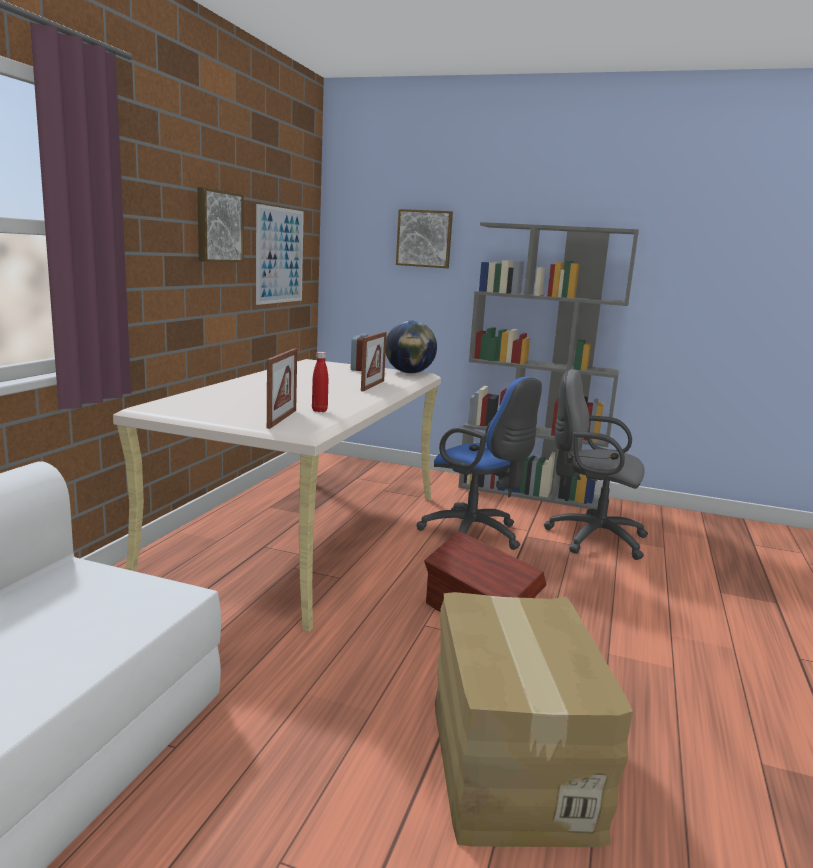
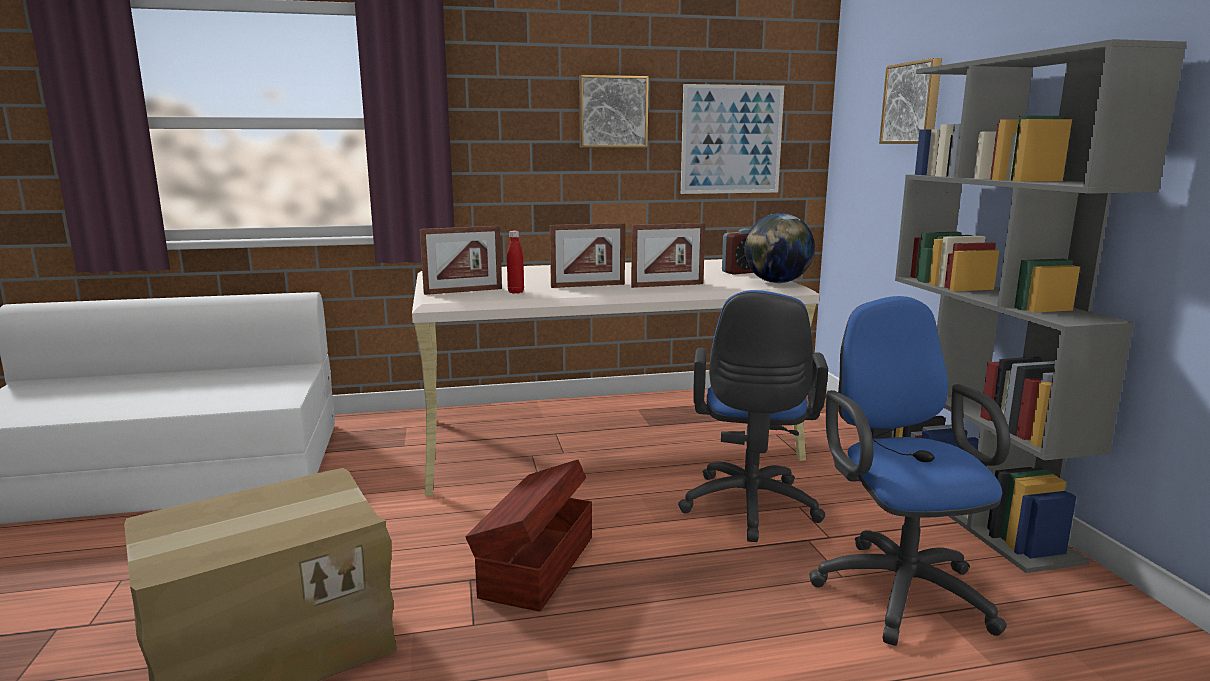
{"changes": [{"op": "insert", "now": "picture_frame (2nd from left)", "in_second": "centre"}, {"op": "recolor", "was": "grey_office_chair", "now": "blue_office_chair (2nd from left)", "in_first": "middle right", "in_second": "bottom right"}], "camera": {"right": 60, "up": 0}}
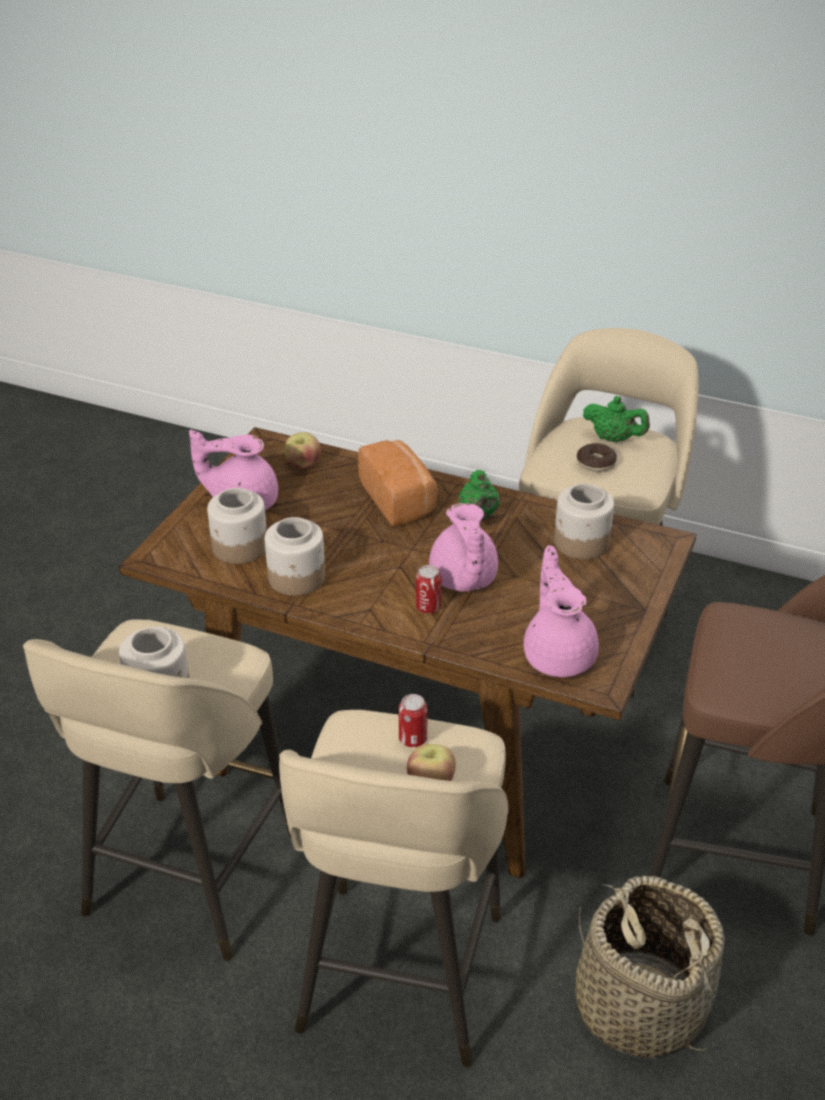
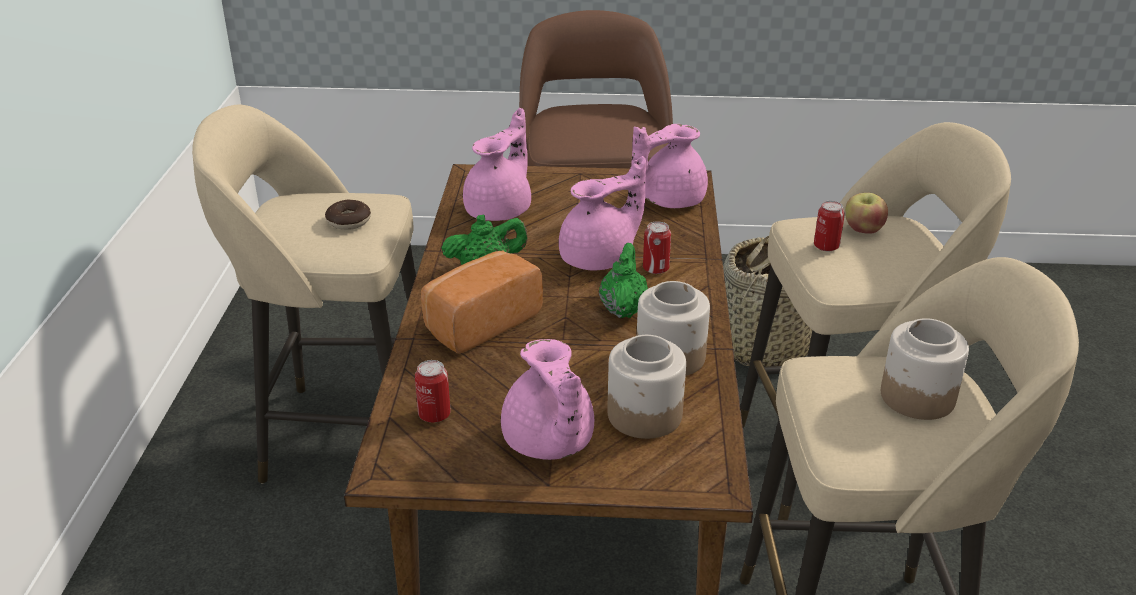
{"changes": [{"op": "move", "was": "green_teapot (2nd from left)", "in_first": "middle right", "in_second": "centre"}, {"op": "replace", "was": "apple (1st from left)", "now": "can (1st from left)", "in_first": "centre", "in_second": "centre"}, {"op": "replace", "was": "jar (4th from left)", "now": "pink_teapot (1st from left)", "in_first": "middle right", "in_second": "top centre"}], "camera": {"right": -110, "up": -5}}
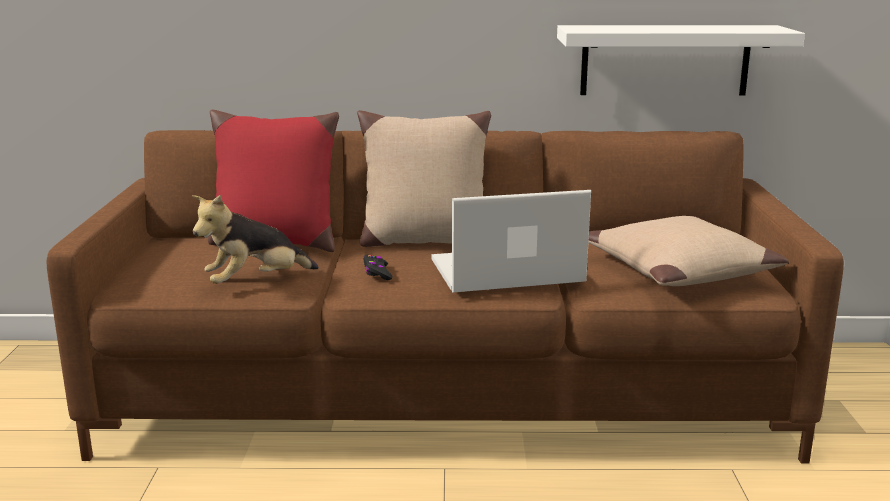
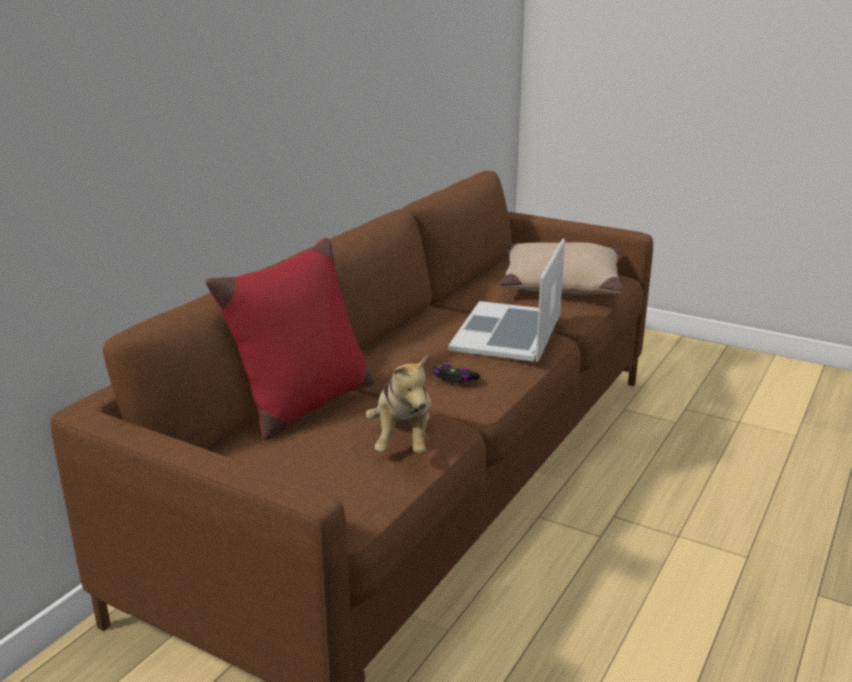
{"changes": [{"op": "delete", "was": "beige_pillow (1st from left)", "in_first": "centre"}, {"op": "delete", "was": "white_shelf", "in_first": "top right"}], "camera": {"right": -60, "up": 5}}
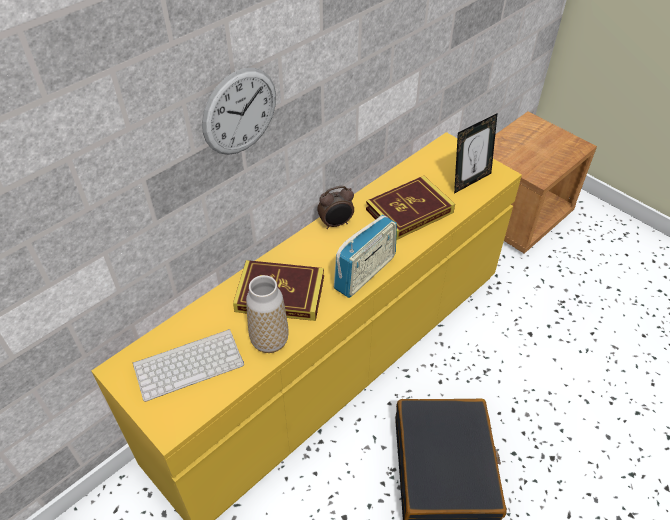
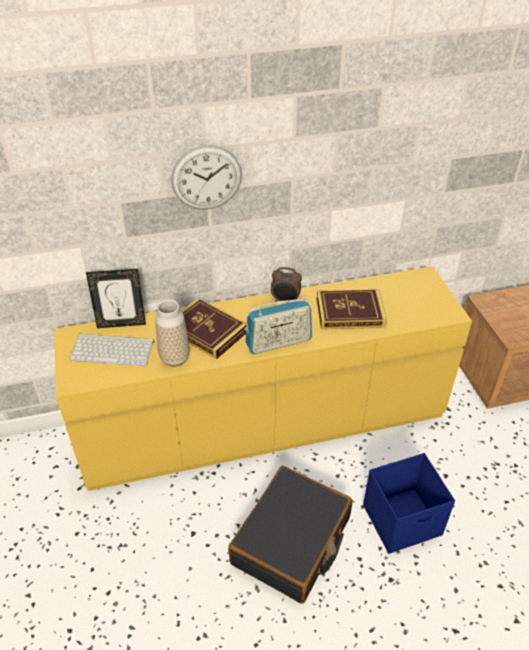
{"changes": [{"op": "insert", "now": "blue_storage_box", "in_second": "bottom right"}, {"op": "move", "was": "picture_frame", "in_first": "top right", "in_second": "middle left"}], "camera": {"right": 30, "up": -5}}
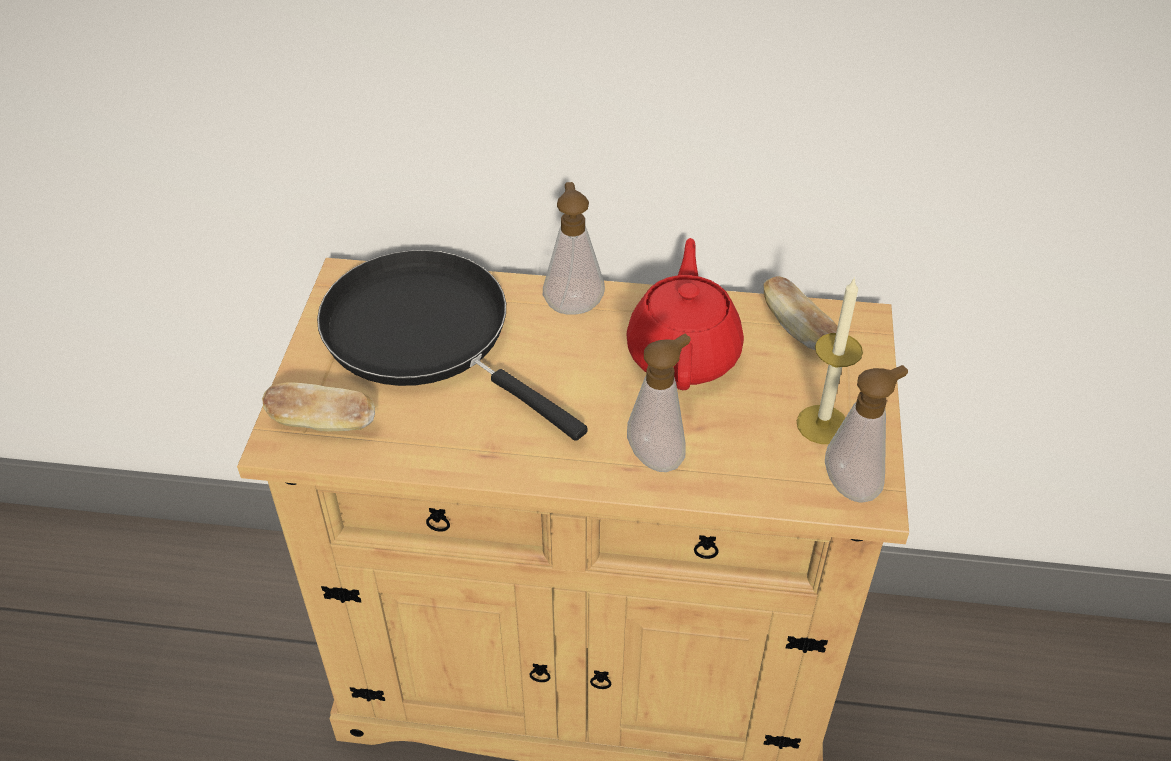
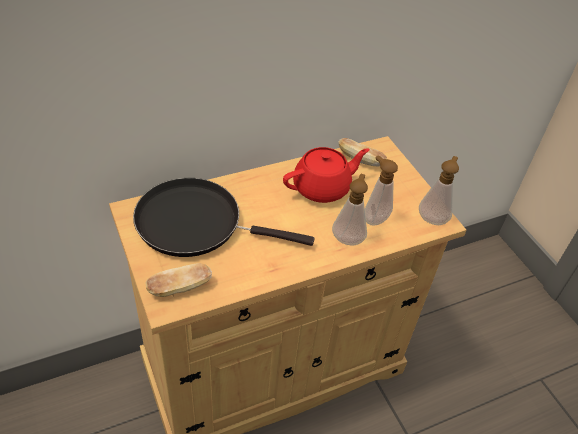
{"changes": [{"op": "delete", "was": "candle", "in_first": "middle right"}, {"op": "move", "was": "soap_dispenser (1st from left in the first image)", "now": "soap_dispenser (2nd from left)", "in_first": "top centre", "in_second": "centre"}, {"op": "rotate", "was": "red_teapot", "in_first": "centre", "in_second": "centre", "clockwise": 90}], "camera": {"right": -35, "up": 0}}
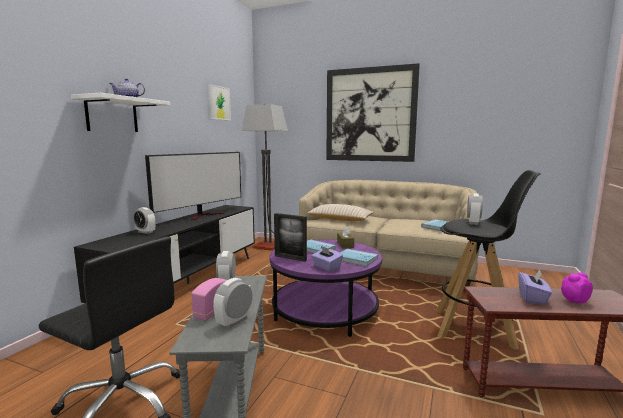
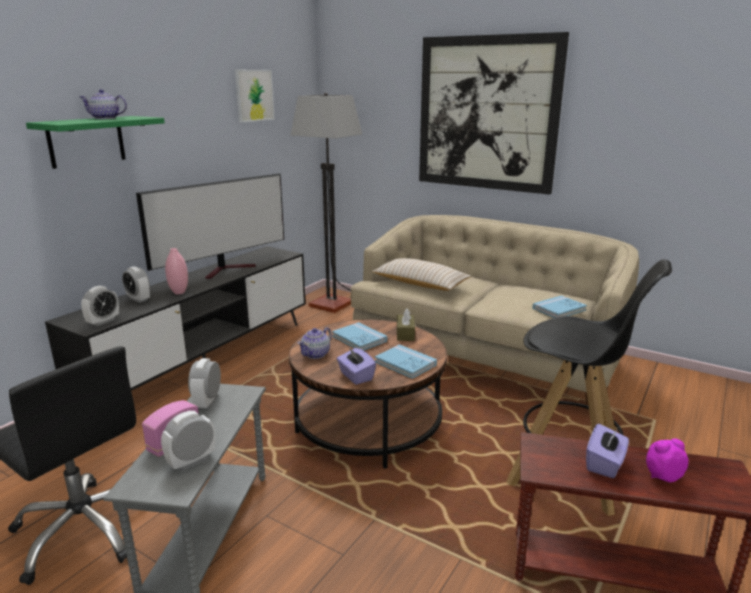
{"changes": [{"op": "insert", "now": "pink_vase", "in_second": "middle left"}, {"op": "move", "was": "alarm_clock (4th from left in the first image)", "now": "alarm_clock (1st from left)", "in_first": "middle right", "in_second": "middle left"}, {"op": "replace", "was": "picture_frame", "now": "teapot (2nd from left)", "in_first": "centre", "in_second": "centre"}, {"op": "recolor", "was": "white_shelf", "now": "green_shelf", "in_first": "top left", "in_second": "top left"}, {"op": "recolor", "was": "purple_coffee_table", "now": "brown_coffee_table", "in_first": "bottom centre", "in_second": "centre"}], "camera": {"right": 10, "up": 10}}
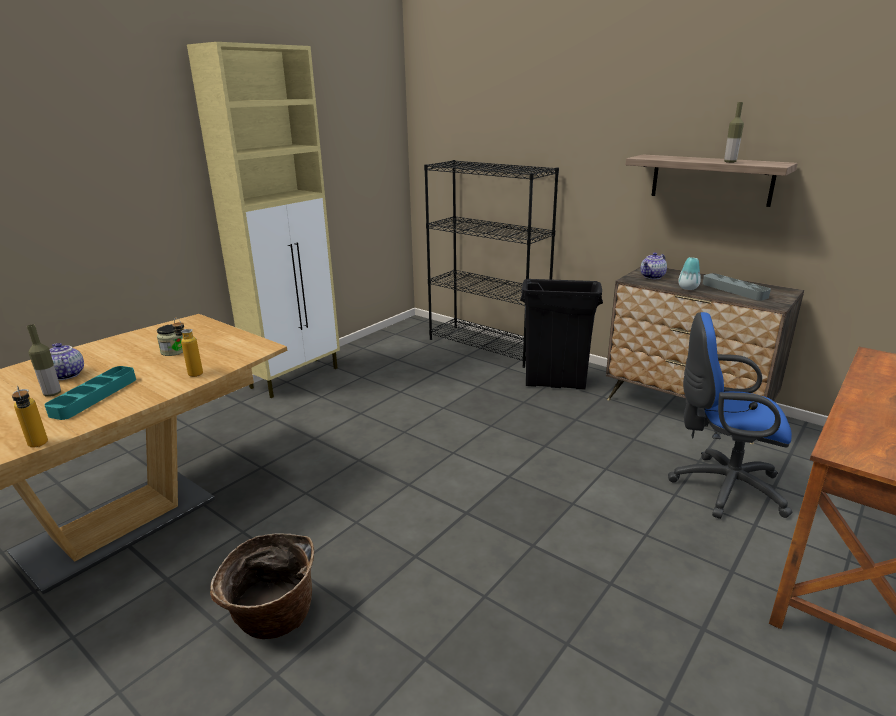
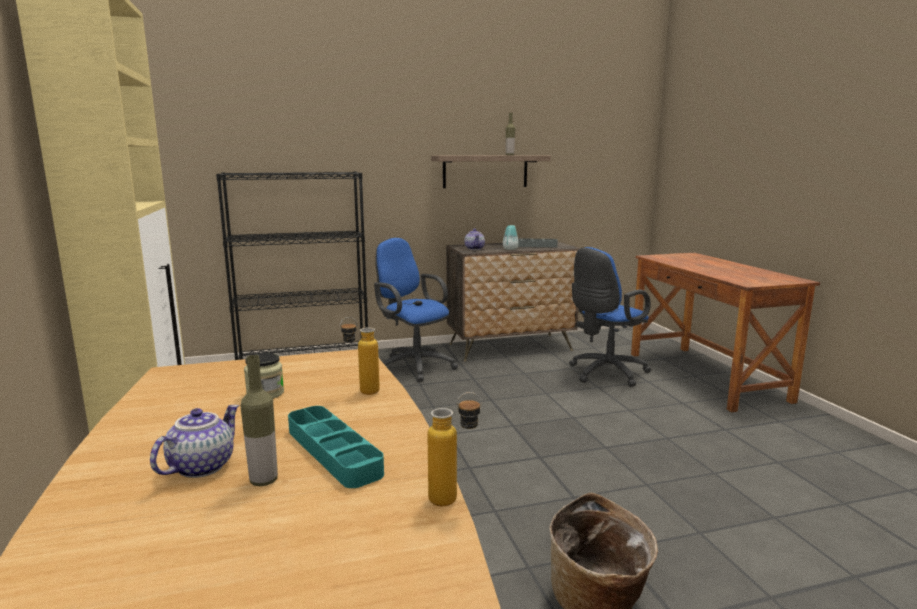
{"changes": [{"op": "replace", "was": "black_trash_can", "now": "blue_office_chair (1st from left)", "in_first": "centre", "in_second": "centre"}, {"op": "rotate", "was": "teapot (1st from left)", "in_first": "middle left", "in_second": "bottom left", "clockwise": 120}], "camera": {"right": -55, "up": -10}}
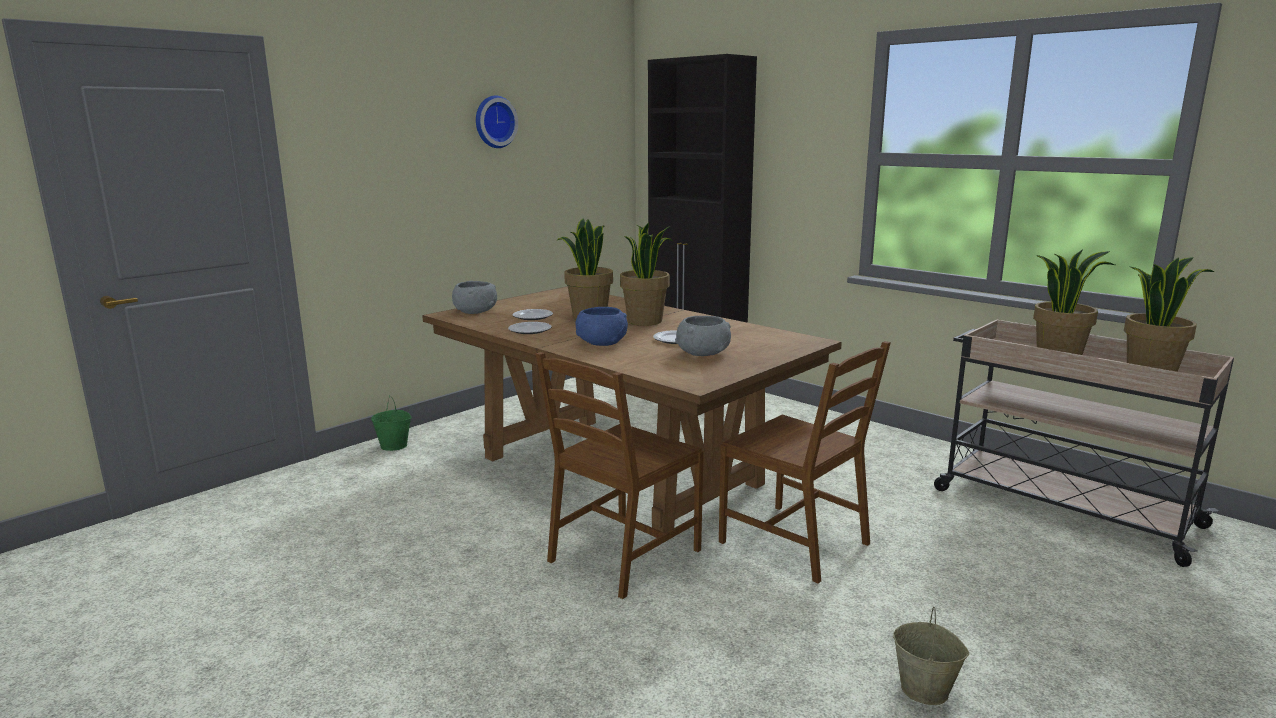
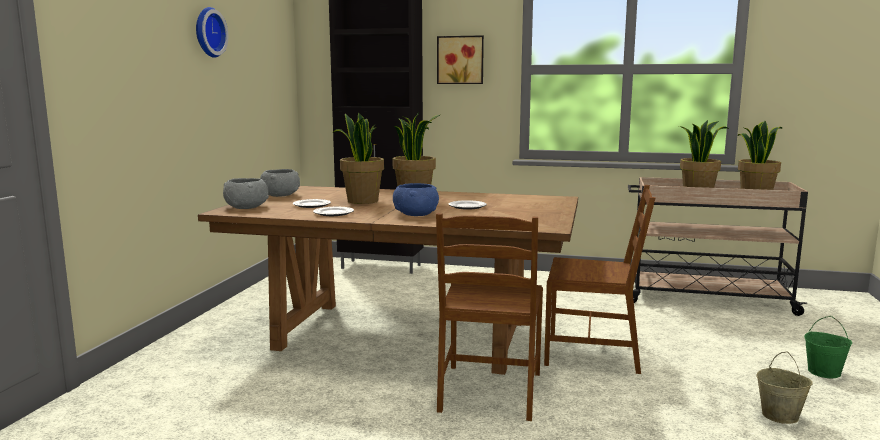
{"changes": [{"op": "insert", "now": "picture", "in_second": "top centre"}, {"op": "move", "was": "green_bucket", "in_first": "middle left", "in_second": "bottom right"}, {"op": "move", "was": "grey_bowl (2nd from left)", "in_first": "centre", "in_second": "middle left"}], "camera": {"right": -30, "up": -5}}
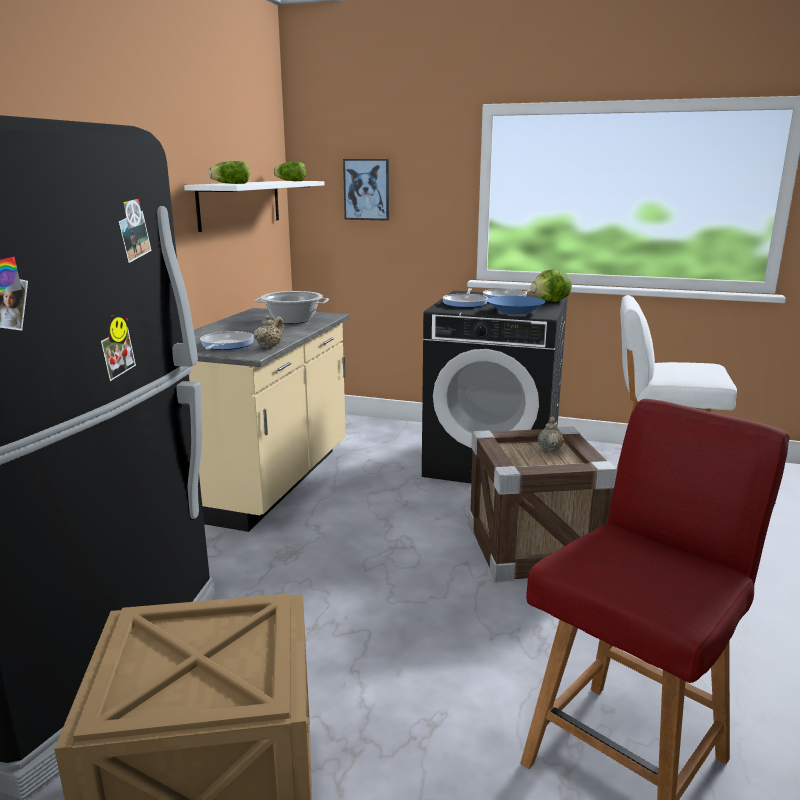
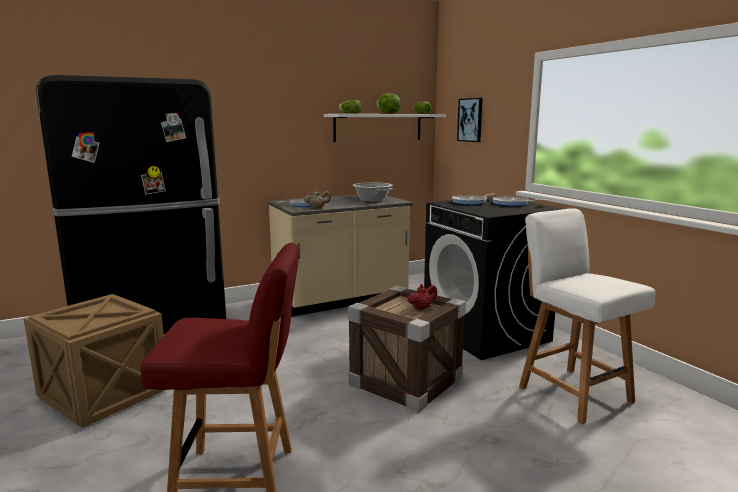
{"changes": [{"op": "delete", "was": "blue_bowl", "in_first": "centre"}, {"op": "move", "was": "lettuce (3rd from left in the first image)", "now": "lettuce (2nd from left)", "in_first": "middle right", "in_second": "top centre"}, {"op": "recolor", "was": "beige_teapot (2nd from left)", "now": "red_teapot", "in_first": "middle right", "in_second": "centre"}], "camera": {"right": 45, "up": -5}}
